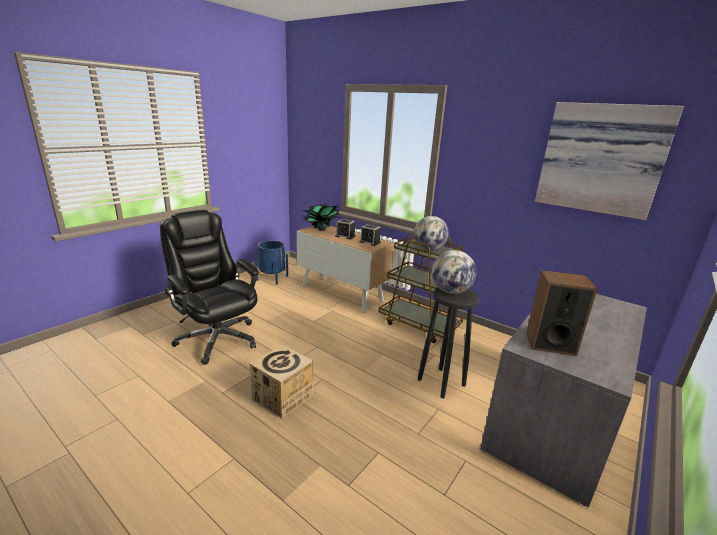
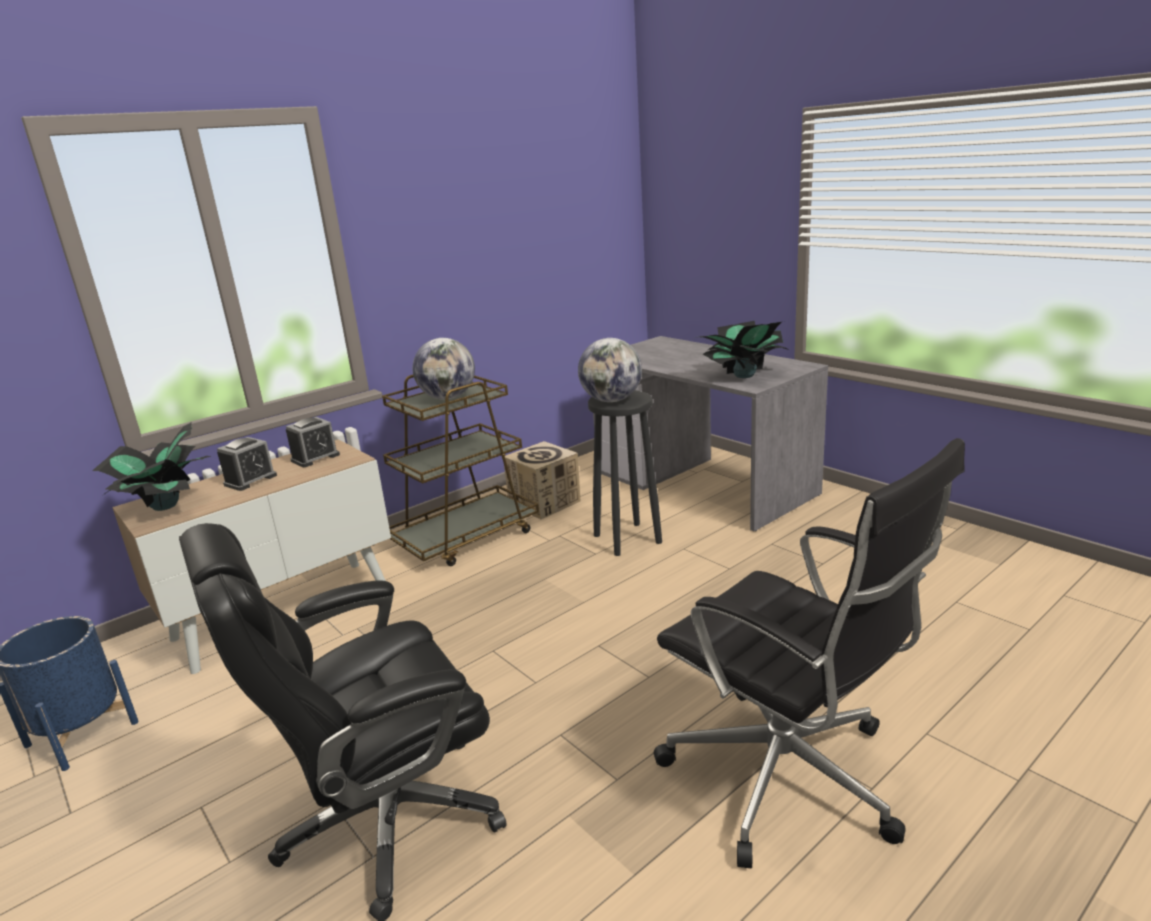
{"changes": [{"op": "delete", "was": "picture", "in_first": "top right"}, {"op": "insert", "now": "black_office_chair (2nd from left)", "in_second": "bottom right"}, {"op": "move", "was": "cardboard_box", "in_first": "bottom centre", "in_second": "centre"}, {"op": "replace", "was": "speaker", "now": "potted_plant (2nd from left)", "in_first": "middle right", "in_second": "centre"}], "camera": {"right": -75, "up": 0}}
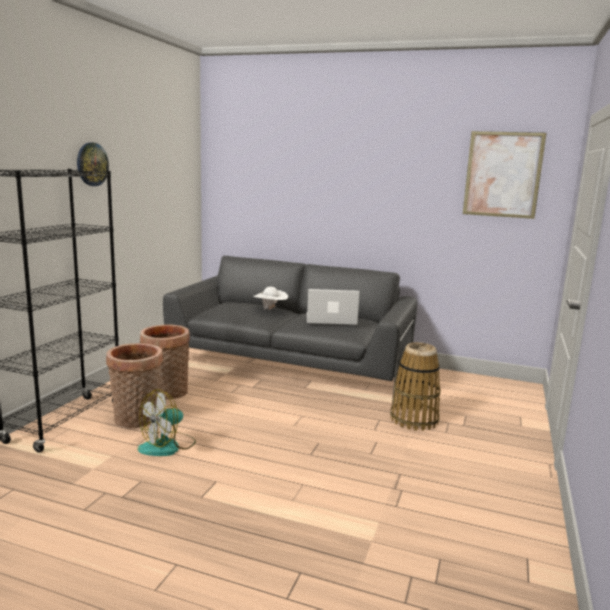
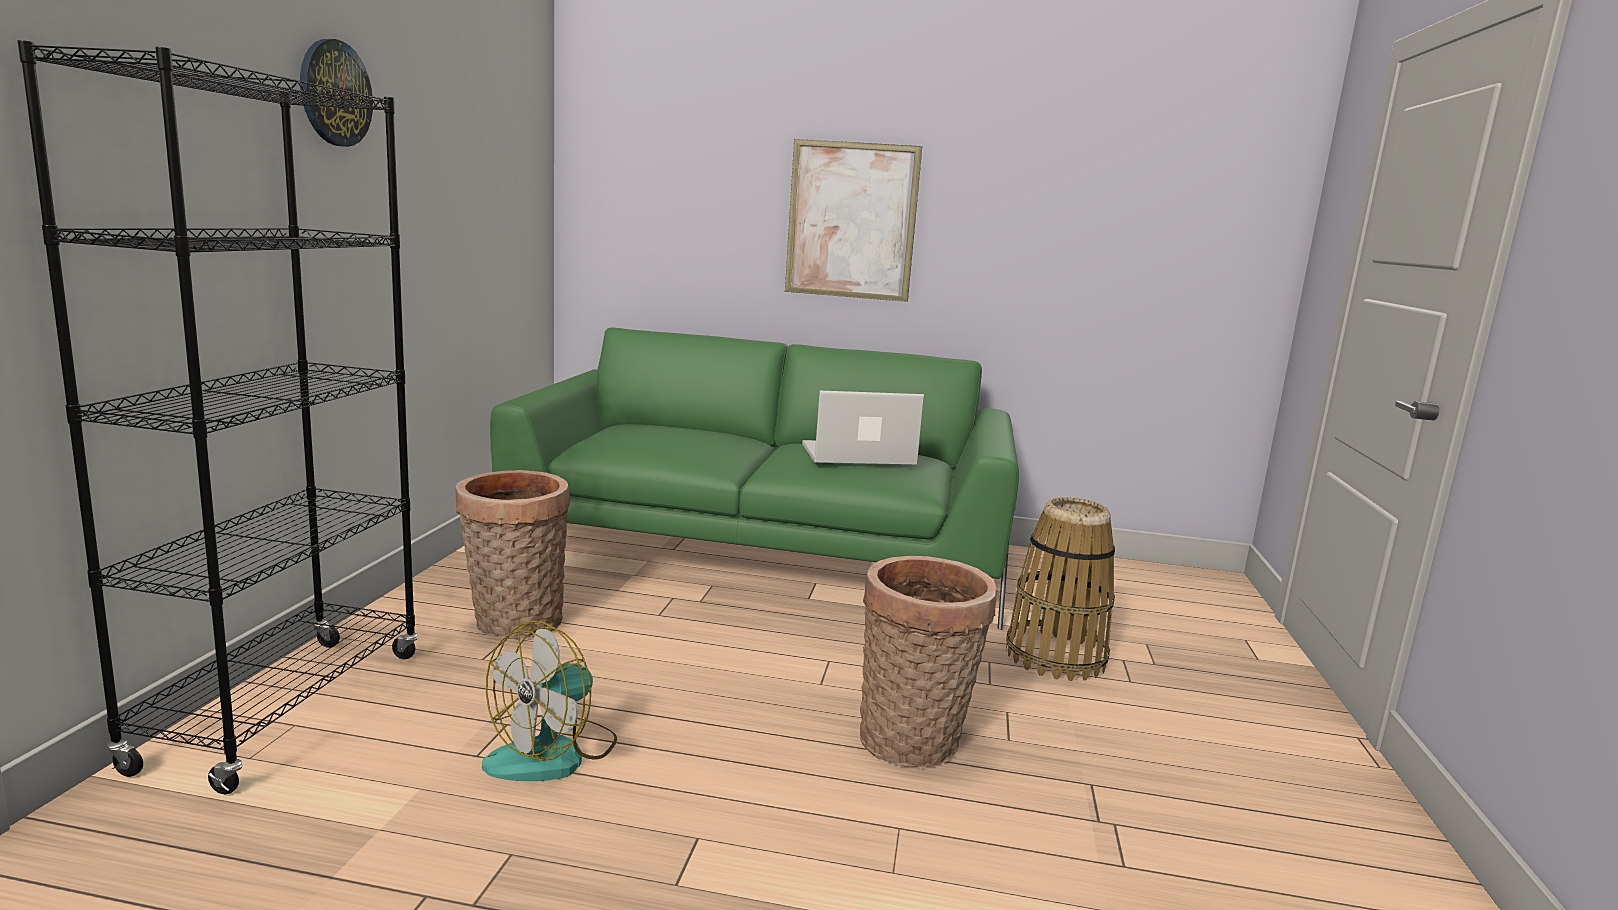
{"changes": [{"op": "delete", "was": "white_hat", "in_first": "centre"}, {"op": "move", "was": "basket (1st from left in the first image)", "now": "basket (2nd from left)", "in_first": "middle left", "in_second": "bottom centre"}, {"op": "move", "was": "picture", "in_first": "top right", "in_second": "top centre"}, {"op": "recolor", "was": "grey_sofa", "now": "green_sofa", "in_first": "centre", "in_second": "centre"}], "camera": {"right": -10, "up": 0}}
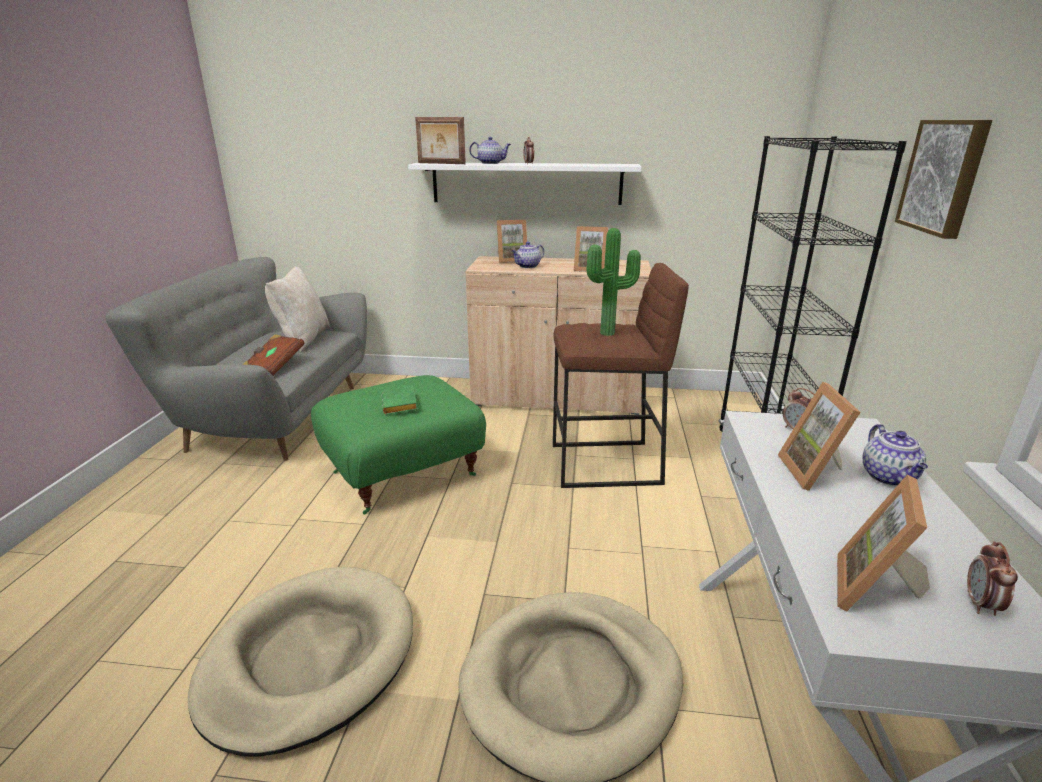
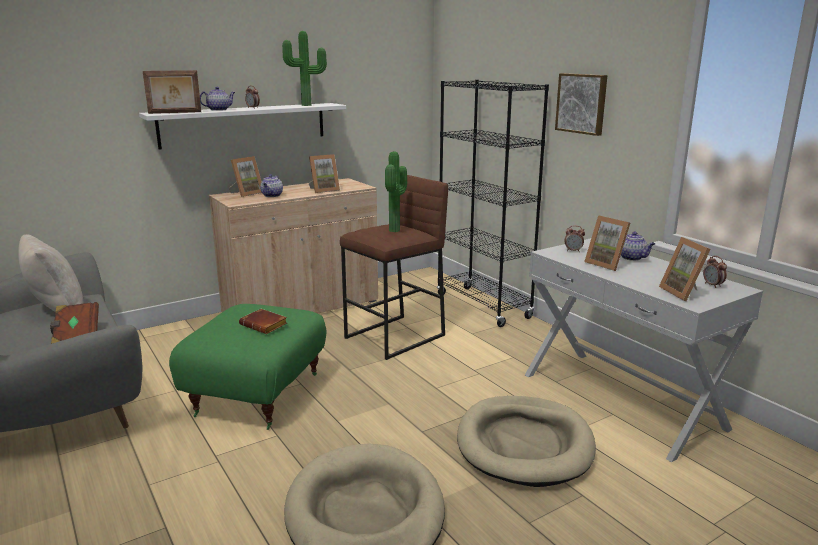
{"changes": [{"op": "insert", "now": "potted_plant (1st from left)", "in_second": "top centre"}, {"op": "recolor", "was": "green_book", "now": "brown_book (2nd from left)", "in_first": "centre", "in_second": "middle left"}], "camera": {"right": -40, "up": -5}}
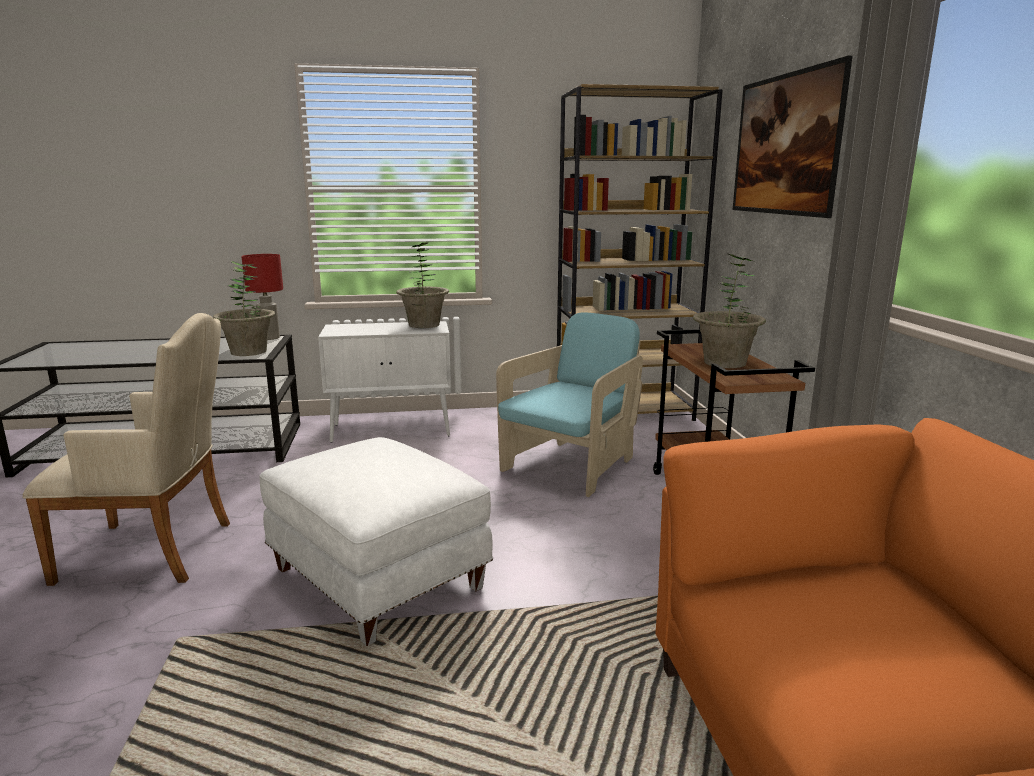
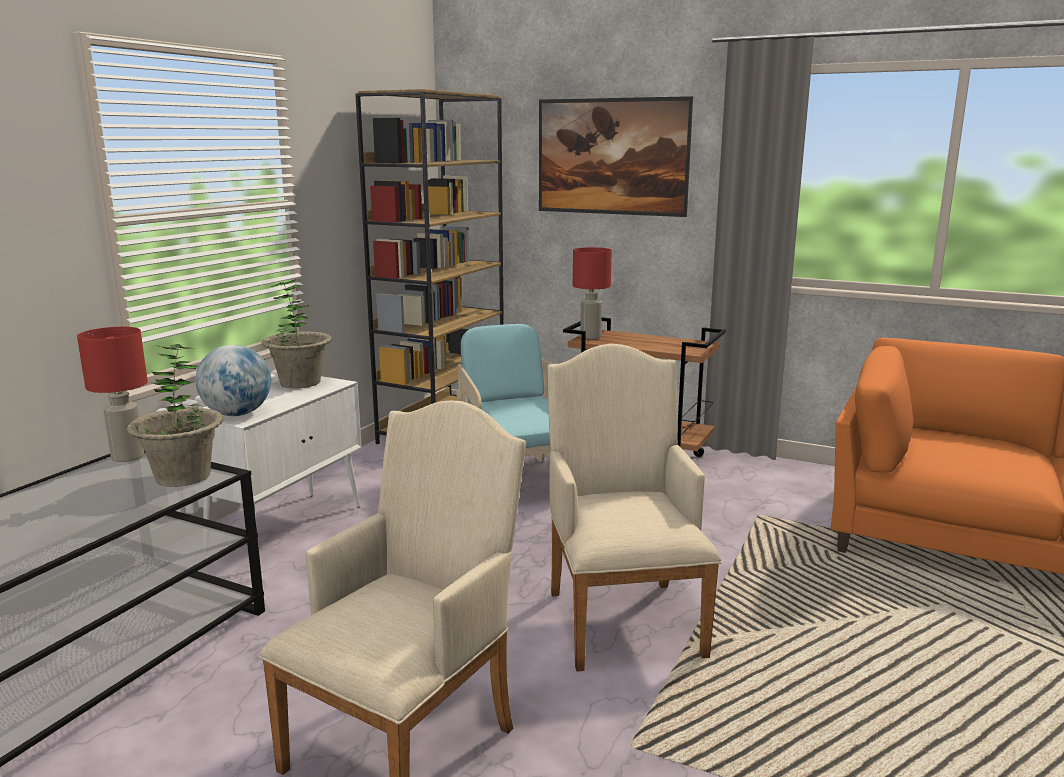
{"changes": [{"op": "delete", "was": "potted_plant (3rd from left)", "in_first": "middle right"}, {"op": "insert", "now": "globe", "in_second": "middle left"}, {"op": "insert", "now": "red_table_lamp (2nd from left)", "in_second": "centre"}, {"op": "replace", "was": "white_ottoman", "now": "beige_armchair (2nd from left)", "in_first": "bottom centre", "in_second": "centre"}], "camera": {"right": -55, "up": 0}}
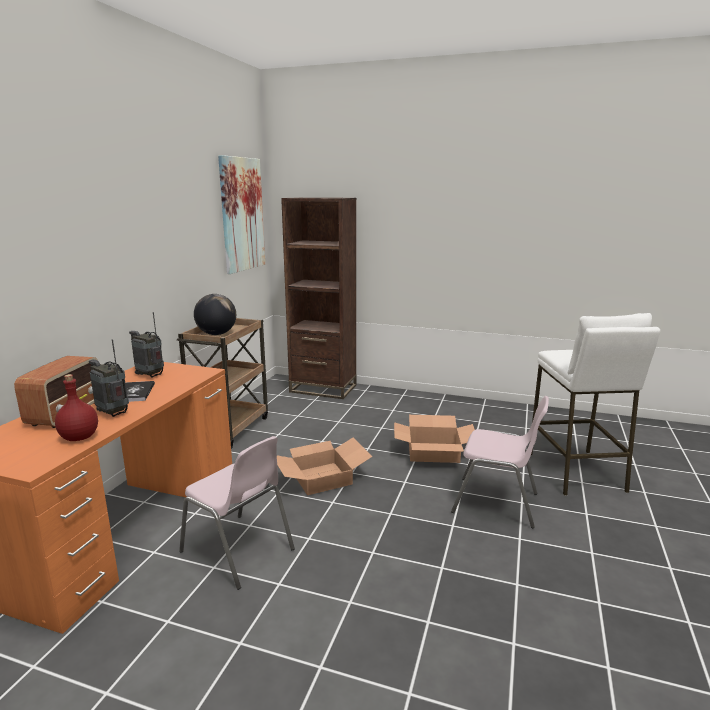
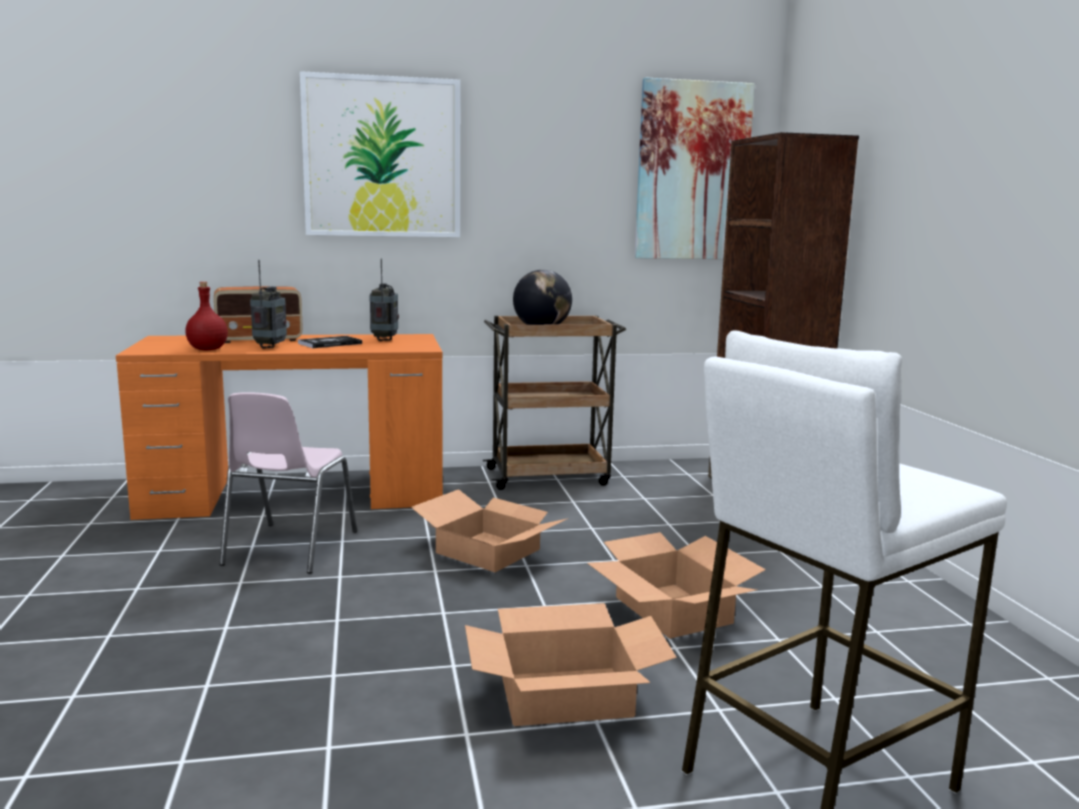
{"changes": [{"op": "insert", "now": "picture (1st from left)", "in_second": "top centre"}, {"op": "replace", "was": "pink_chair (2nd from left)", "now": "cardboard_box (2nd from left)", "in_first": "middle right", "in_second": "bottom centre"}], "camera": {"right": 60, "up": -5}}
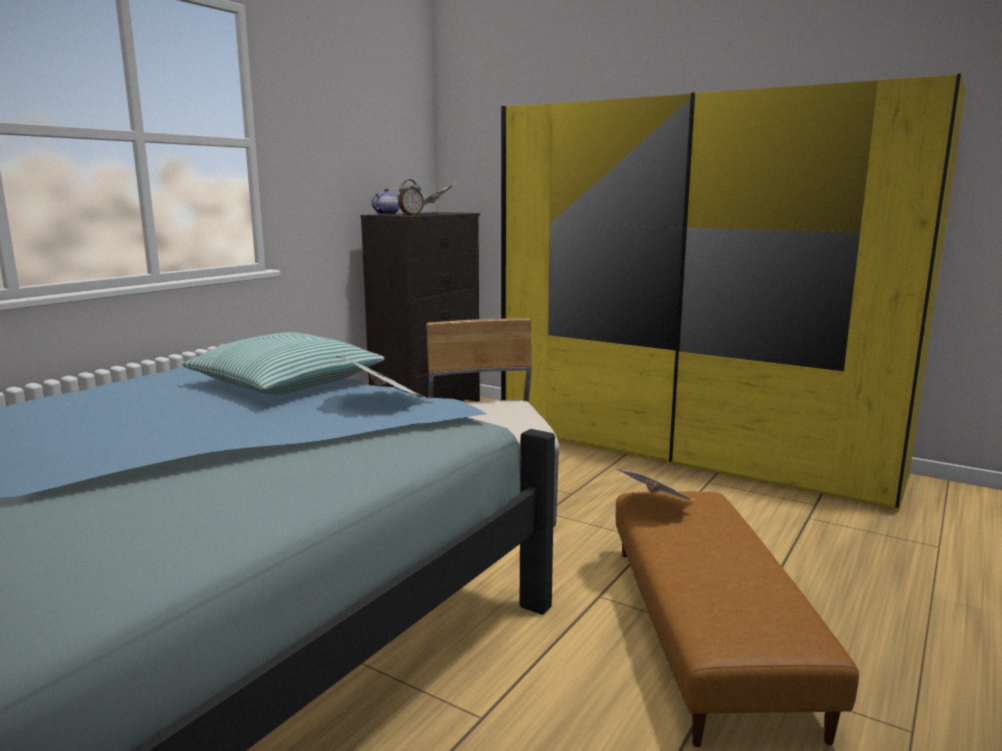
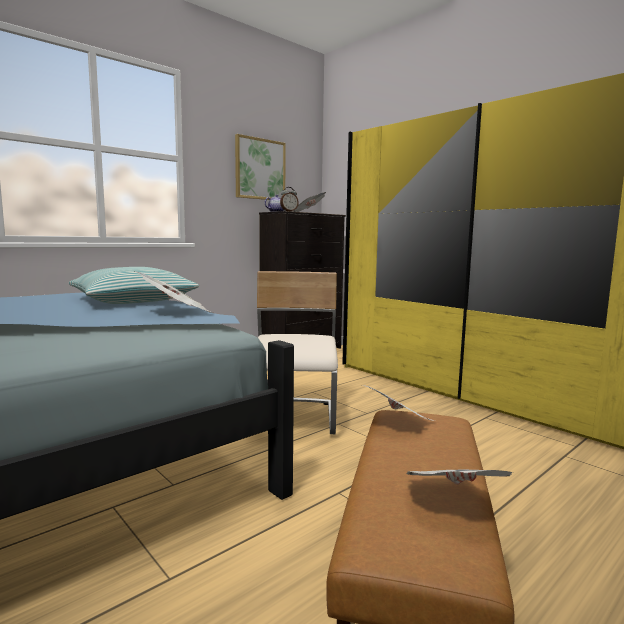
{"changes": [{"op": "insert", "now": "picture", "in_second": "top centre"}, {"op": "insert", "now": "newspaper (4th from left)", "in_second": "bottom right"}], "camera": {"right": 15, "up": -5}}
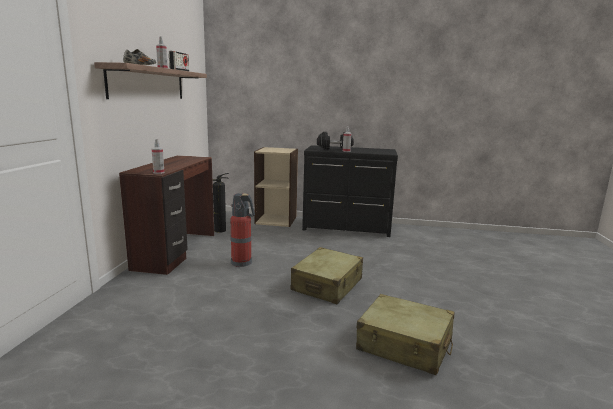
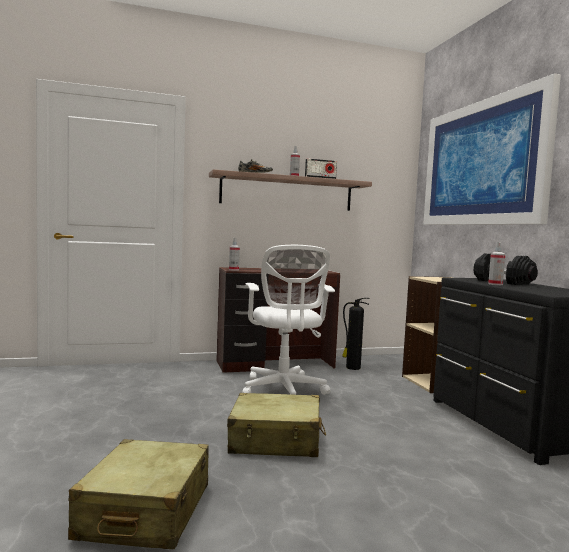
{"changes": [{"op": "insert", "now": "picture", "in_second": "top right"}, {"op": "replace", "was": "fire_extinguisher (2nd from left)", "now": "white_office_chair", "in_first": "centre", "in_second": "centre"}], "camera": {"right": 65, "up": -10}}
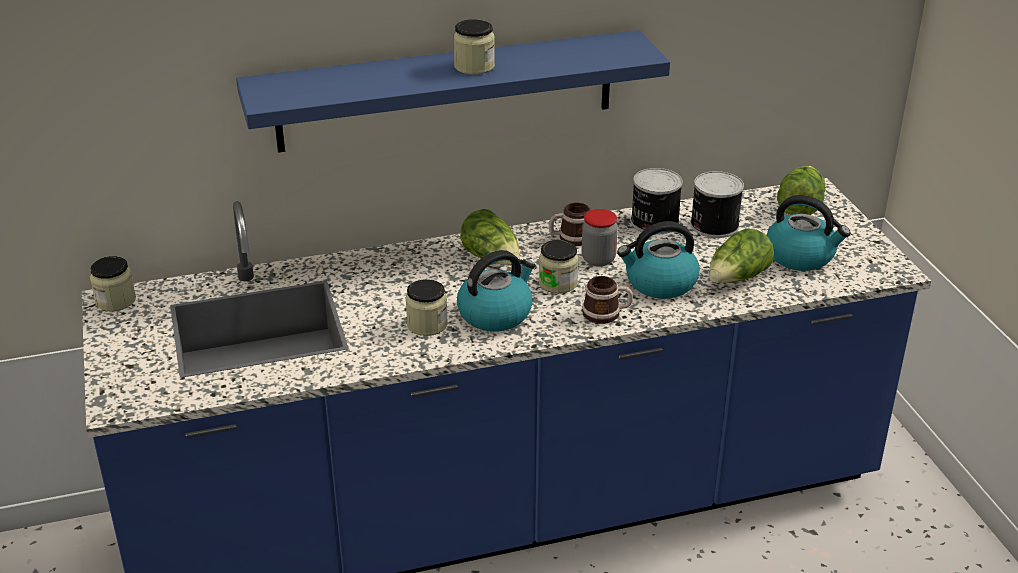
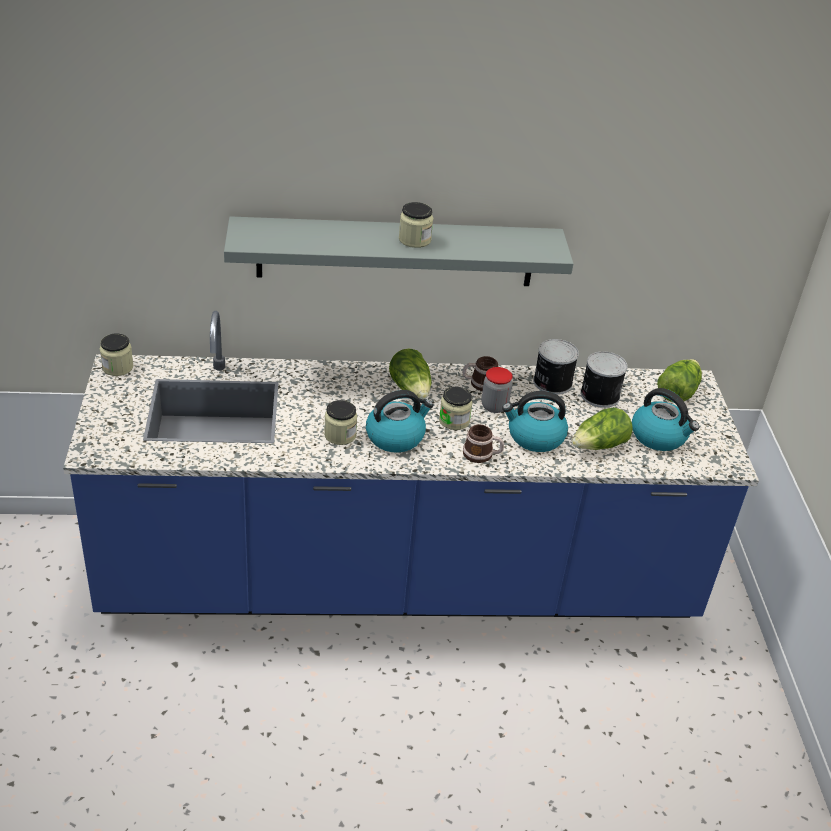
{"changes": [{"op": "recolor", "was": "blue_shelf", "now": "grey_shelf", "in_first": "top centre", "in_second": "top centre"}], "camera": {"right": 10, "up": 5}}
